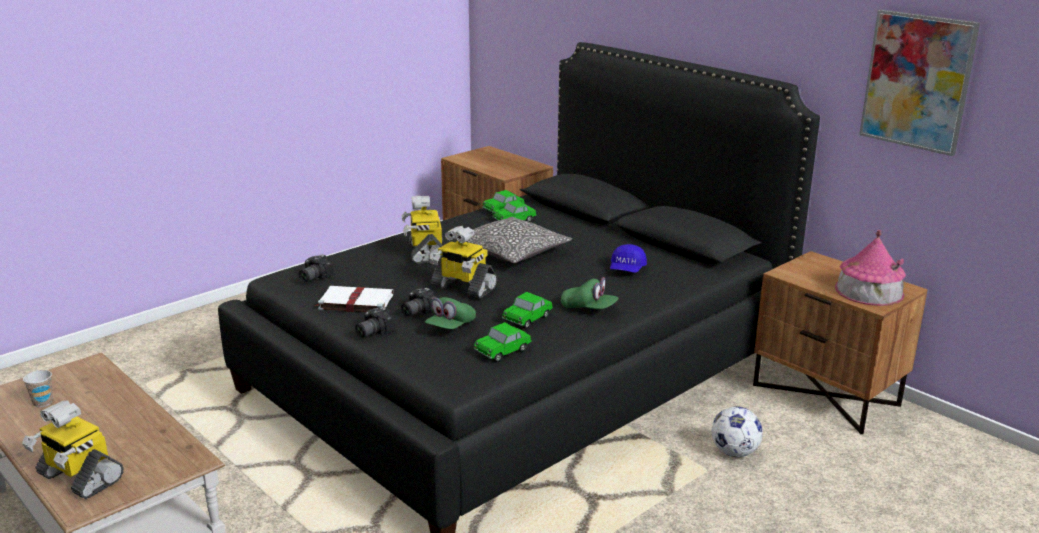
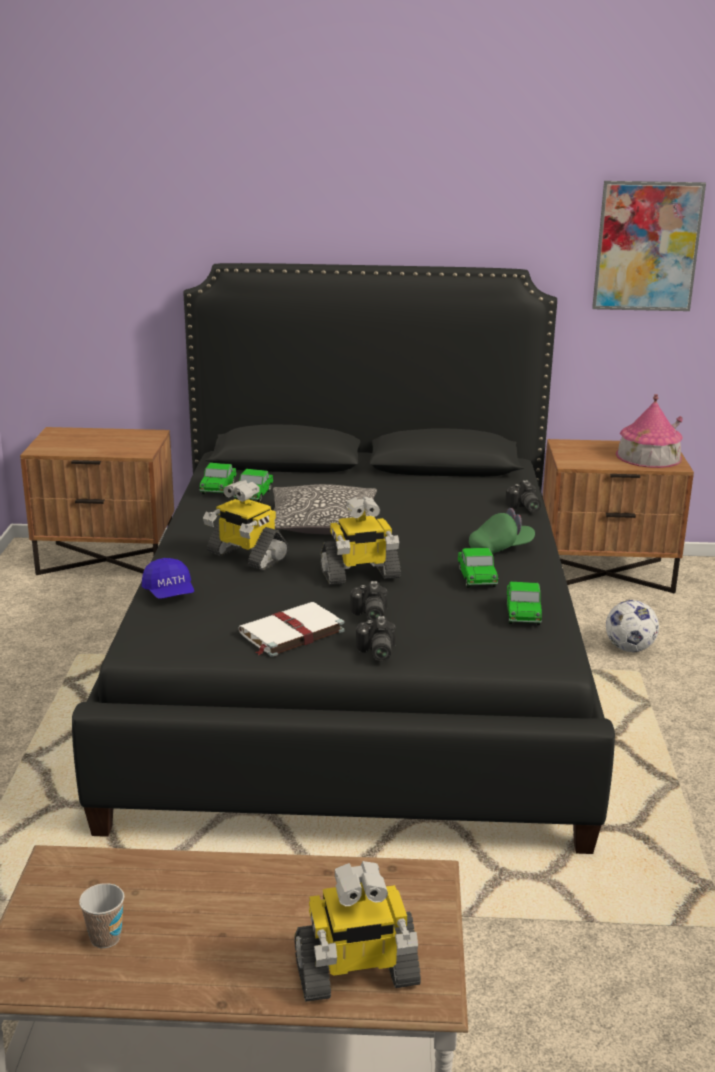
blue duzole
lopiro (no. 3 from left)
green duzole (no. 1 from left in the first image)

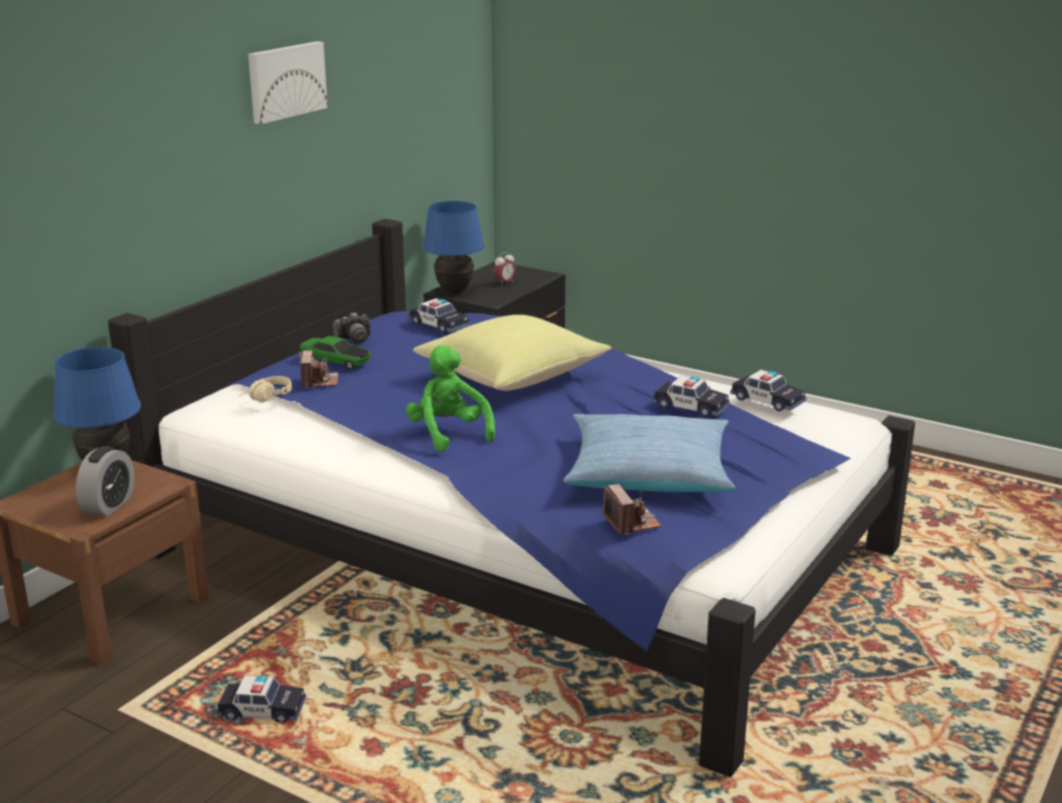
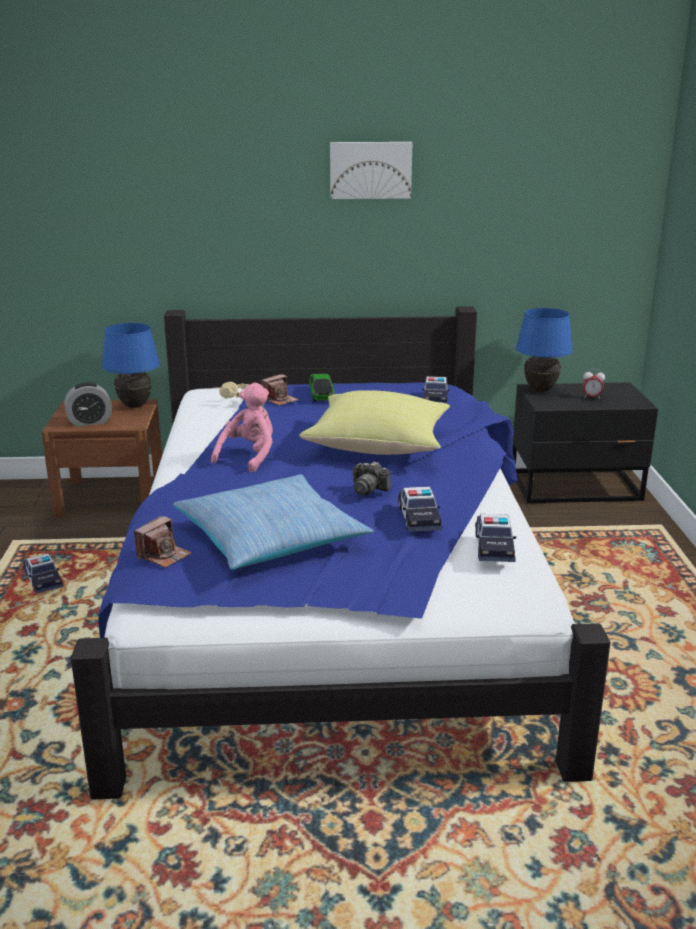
lopiro (no. 3 from left)
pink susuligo

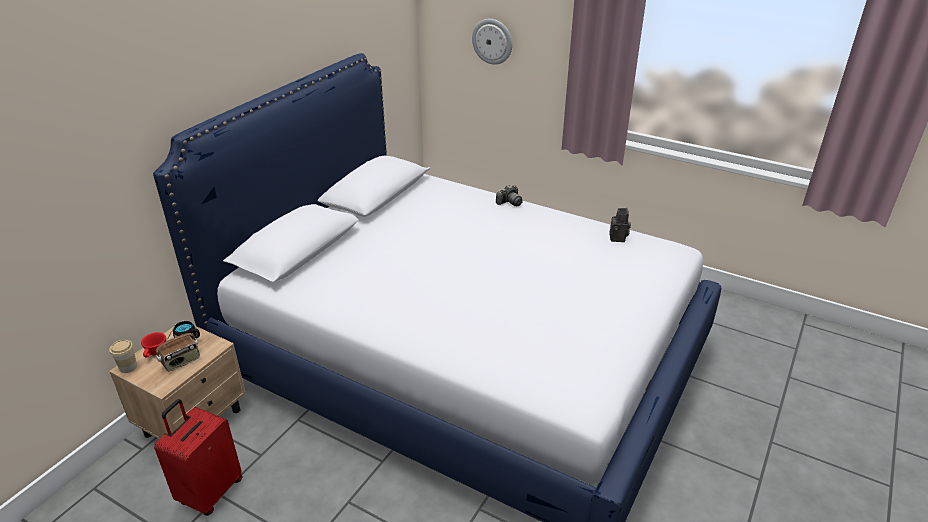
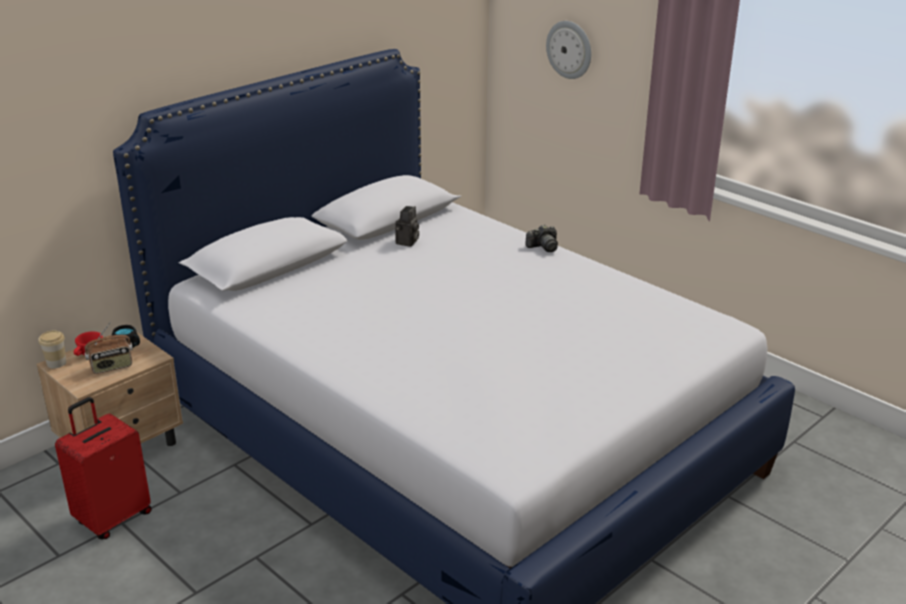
lopiro (no. 1 from left)

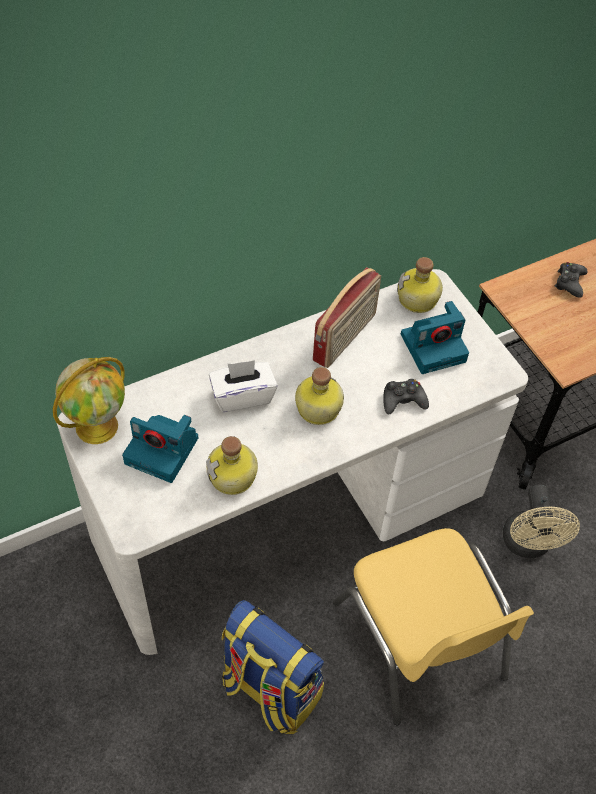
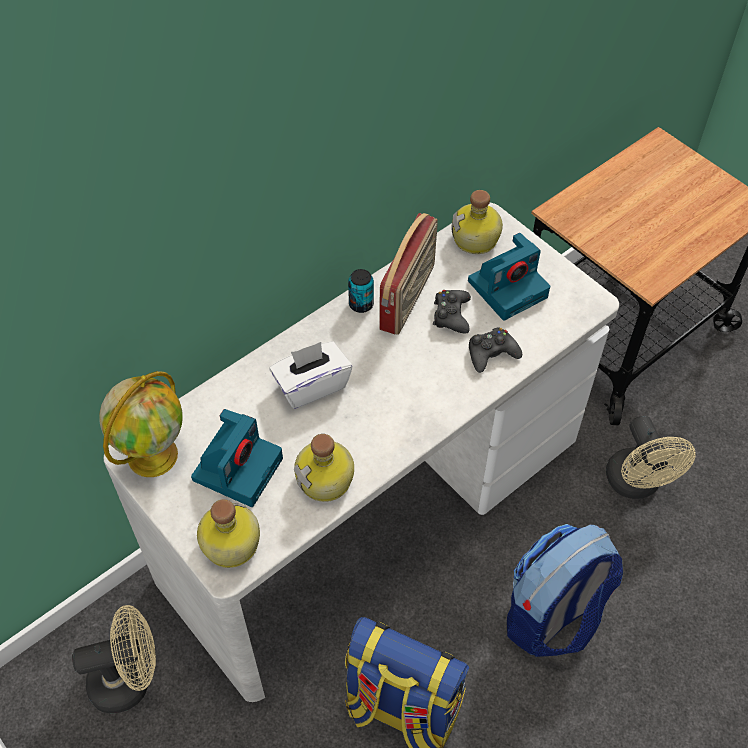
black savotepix (no. 1 from left)
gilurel (no. 1 from left)
lopiro (no. 1 from left)
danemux (no. 2 from left)
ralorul
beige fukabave (no. 1 from left)

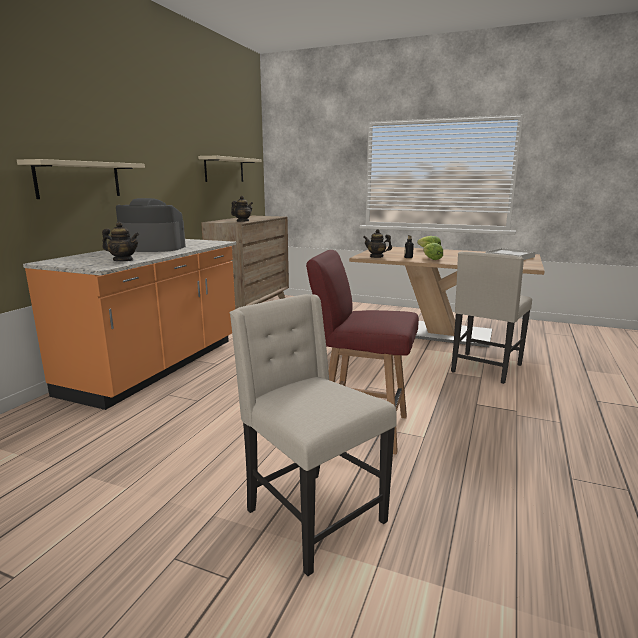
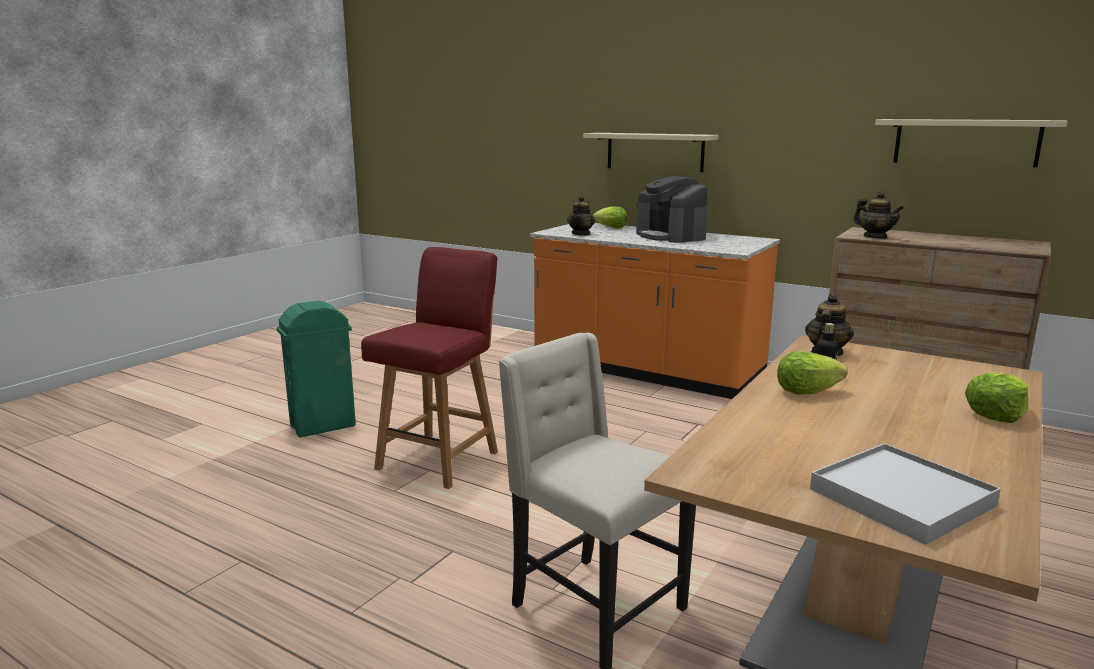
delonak
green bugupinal
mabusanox (no. 1 from left)

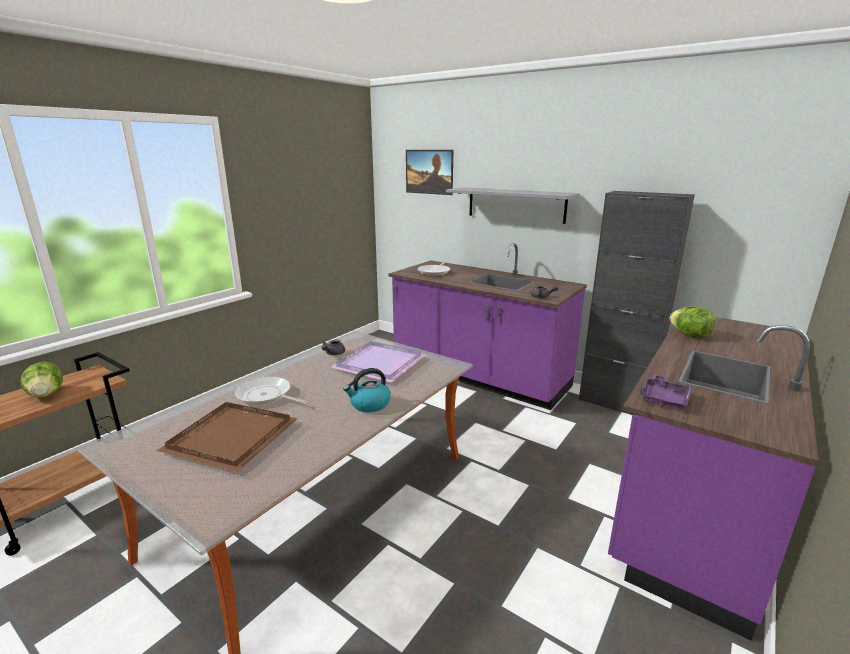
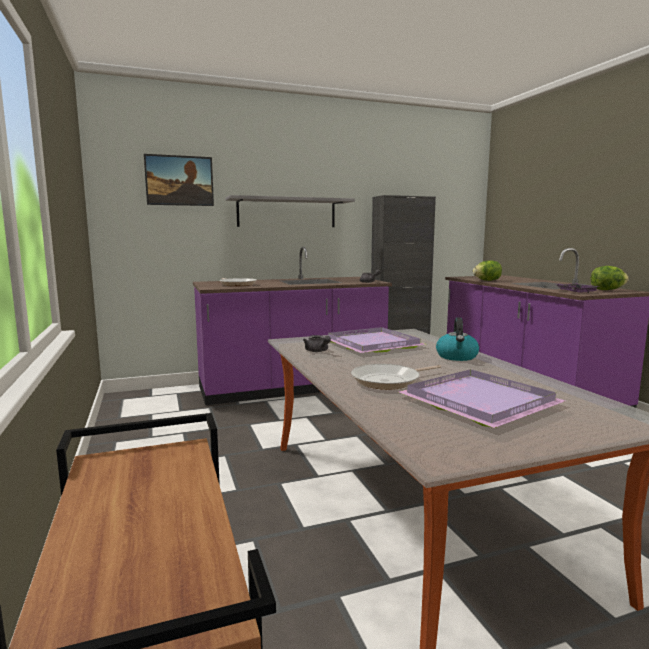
mabusanox (no. 2 from left)
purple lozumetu (no. 2 from left)

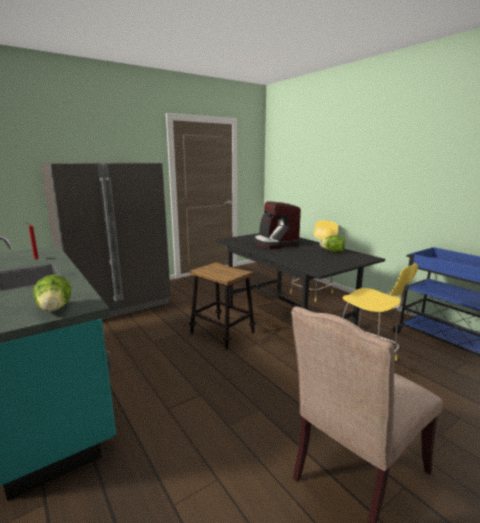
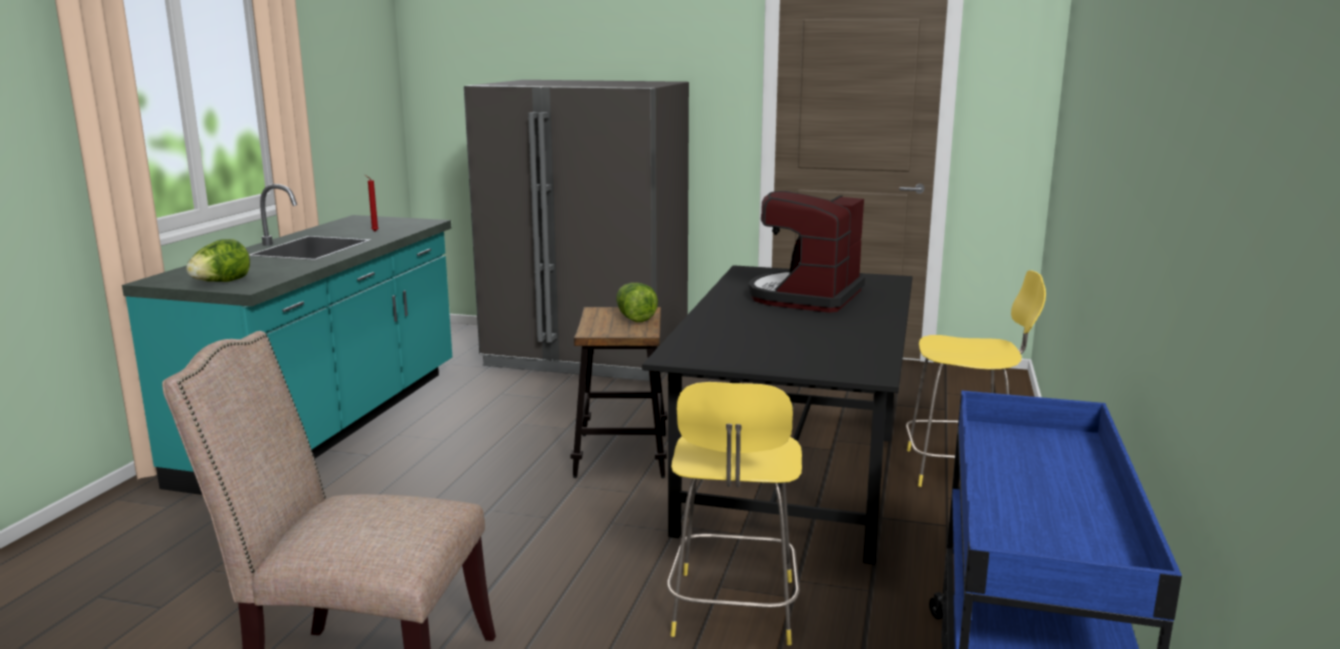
mabusanox (no. 2 from left)

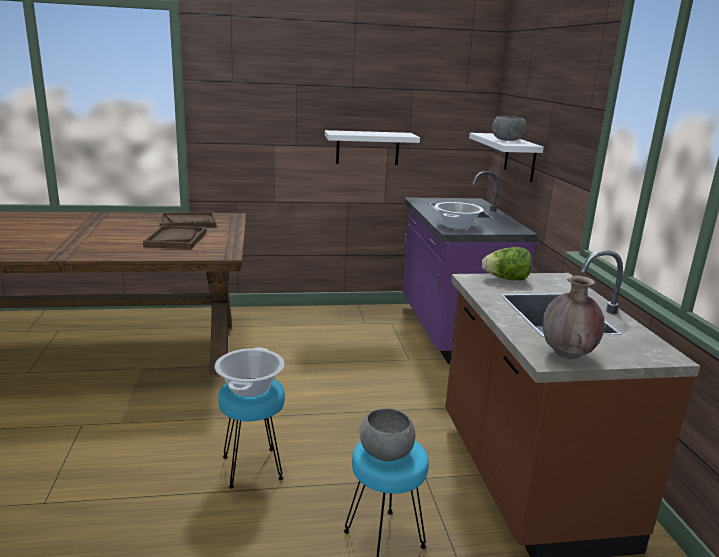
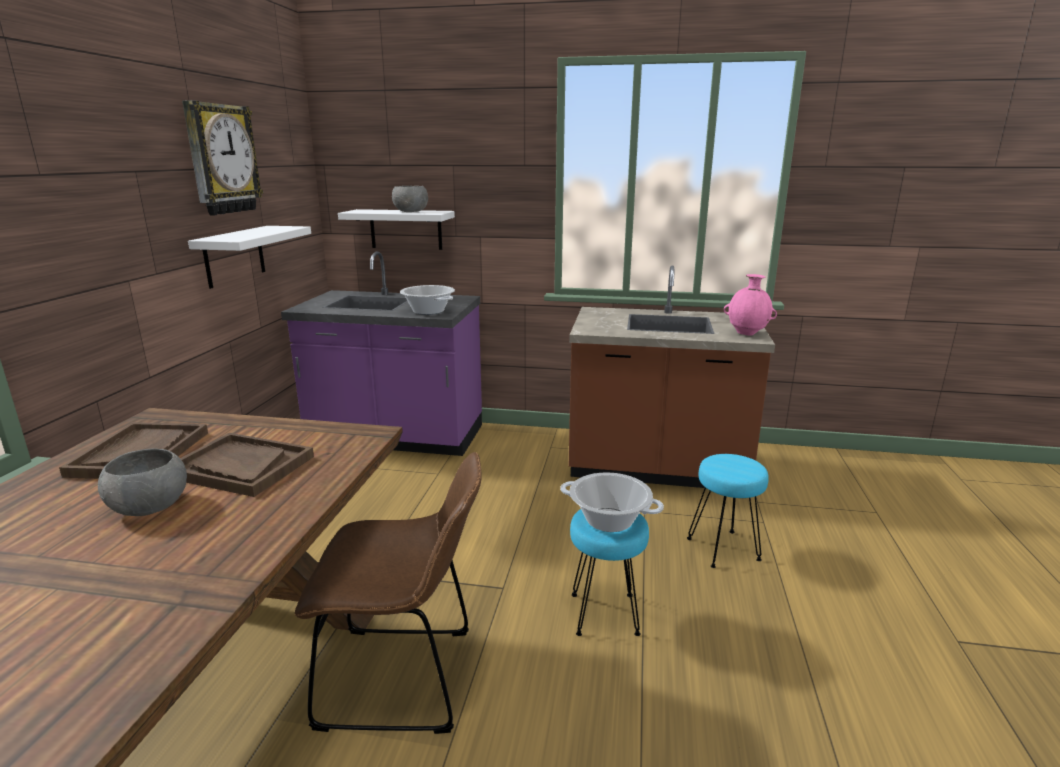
mabusanox
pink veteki
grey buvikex (no. 1 from left)
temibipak
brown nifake

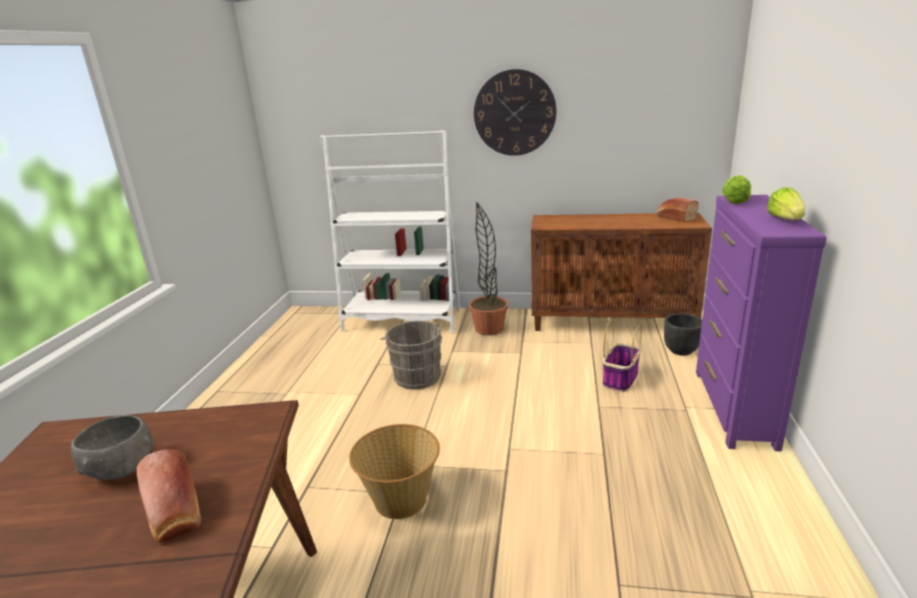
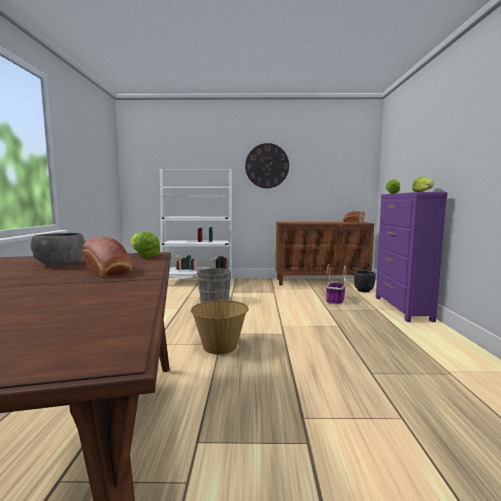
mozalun
mabusanox (no. 1 from left)

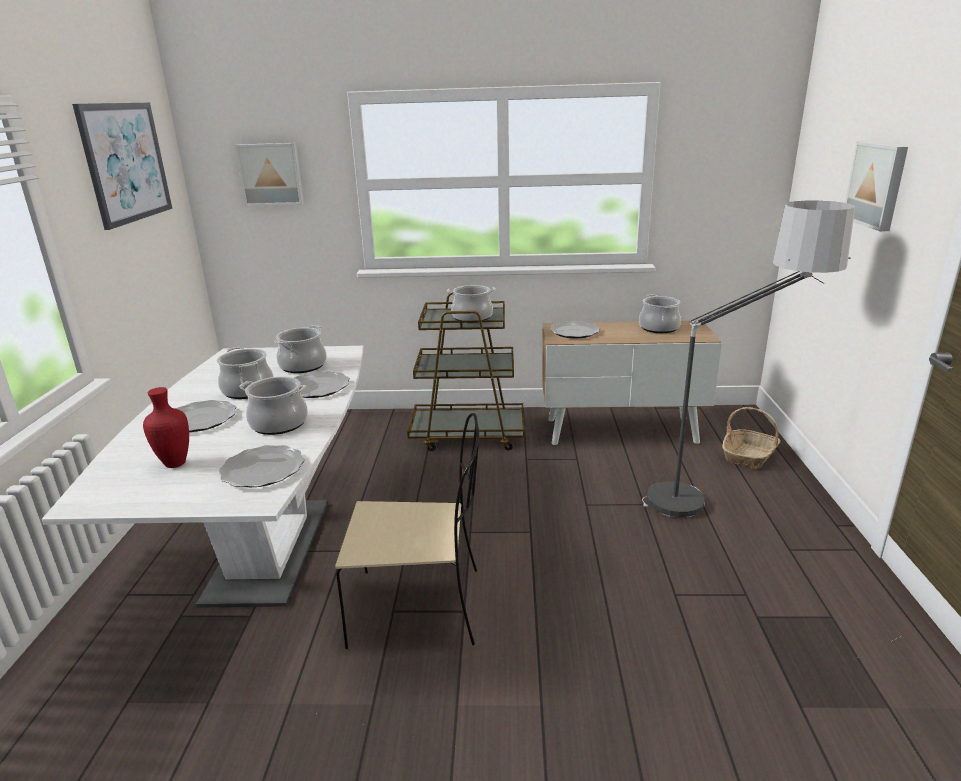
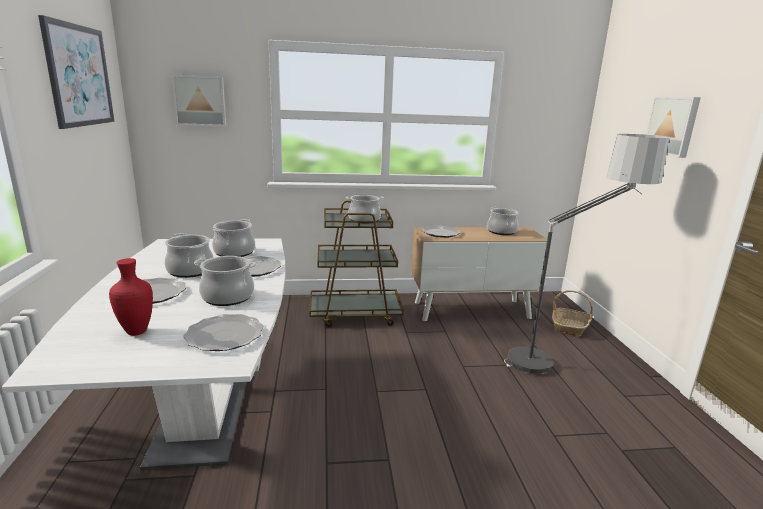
beige nifake

